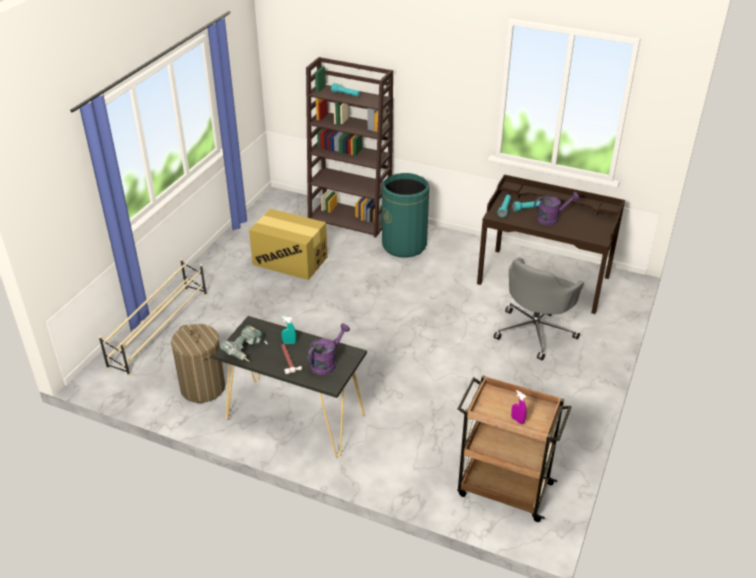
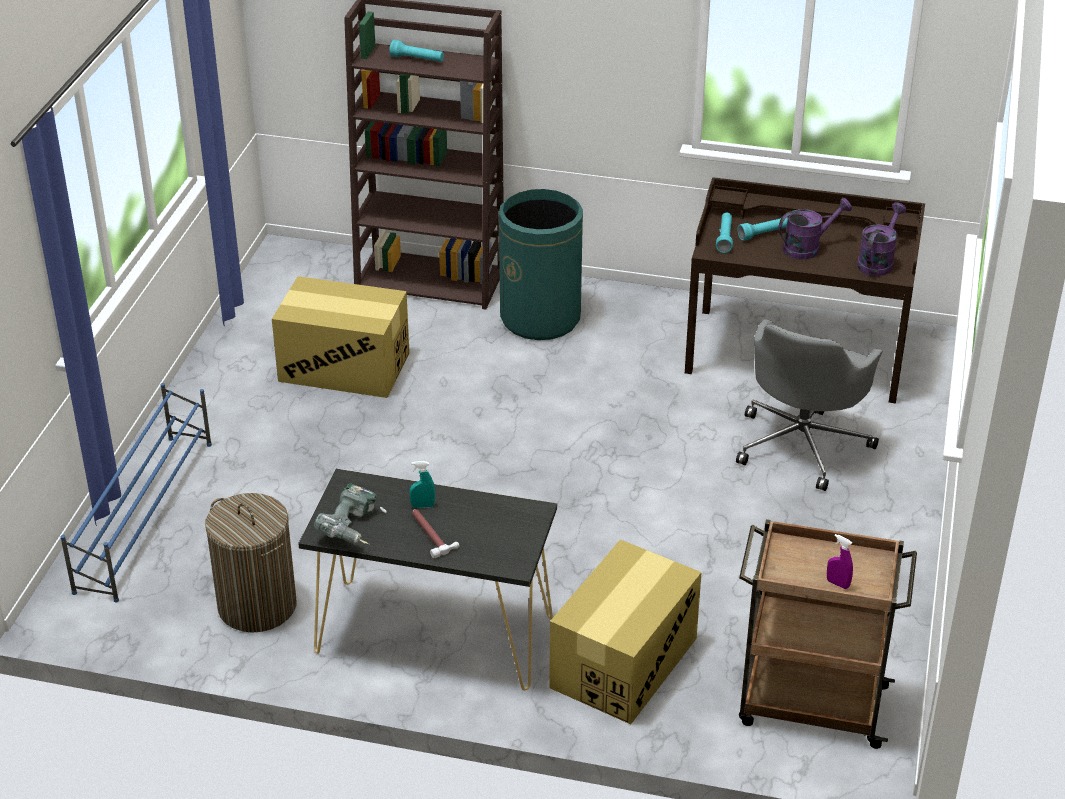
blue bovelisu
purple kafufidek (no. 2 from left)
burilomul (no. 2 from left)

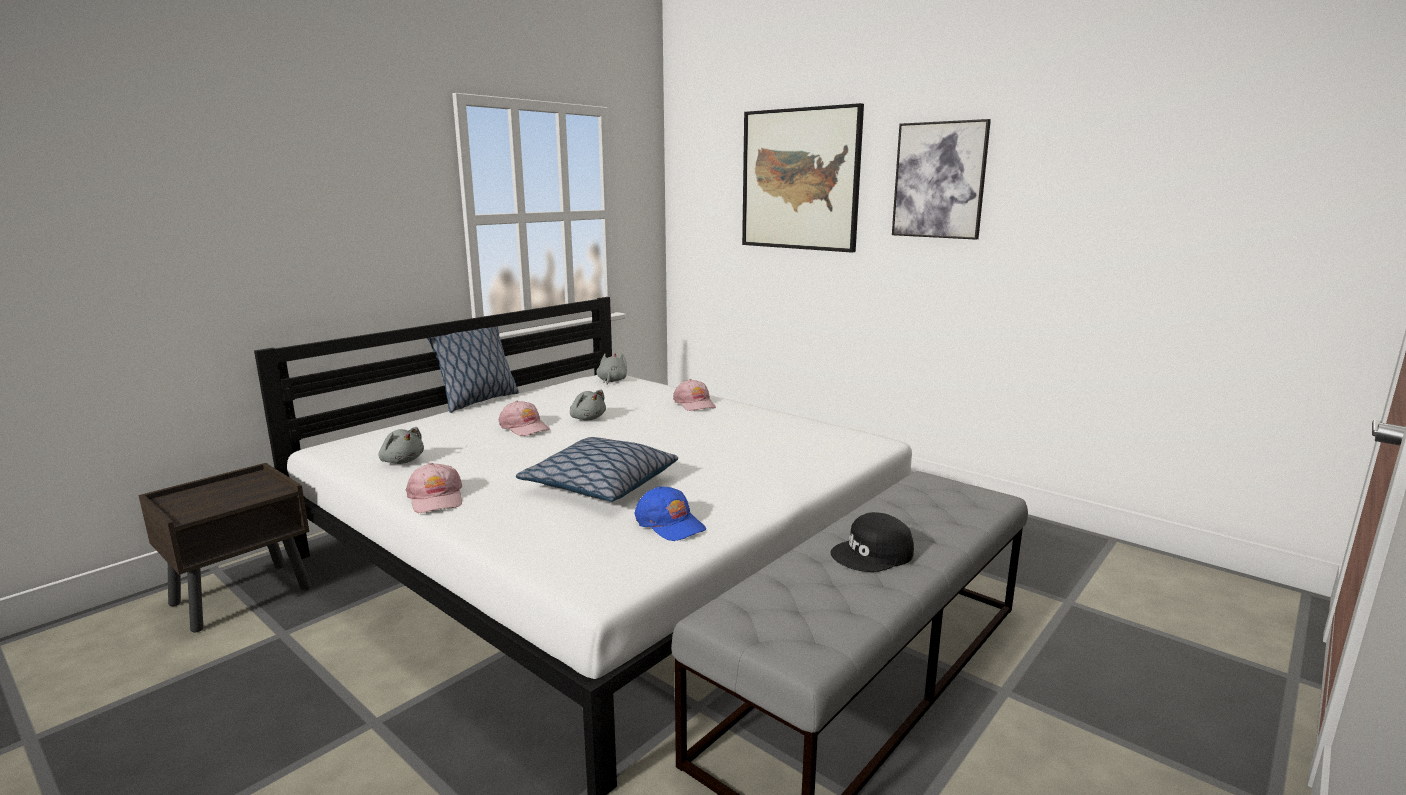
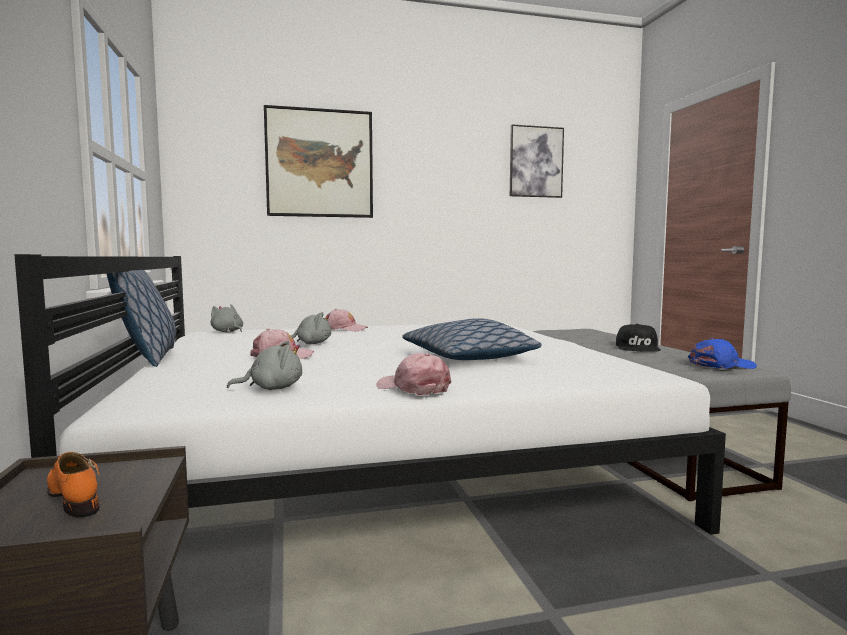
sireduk (no. 2 from left)
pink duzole (no. 3 from left)
blue duzole
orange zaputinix

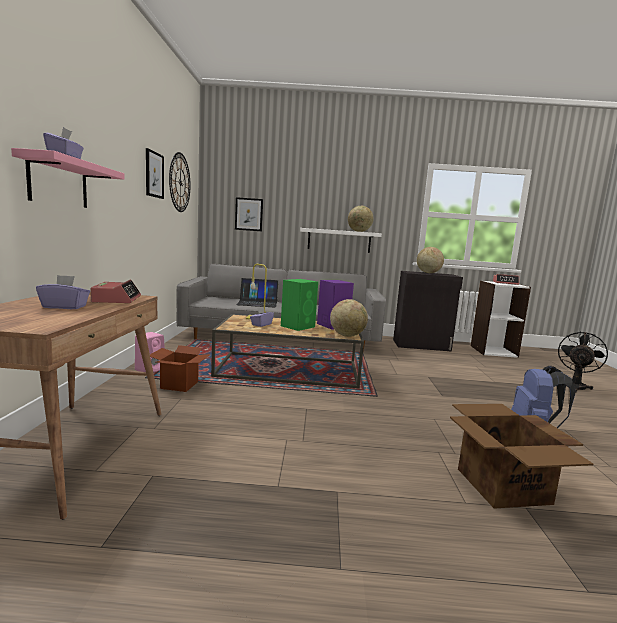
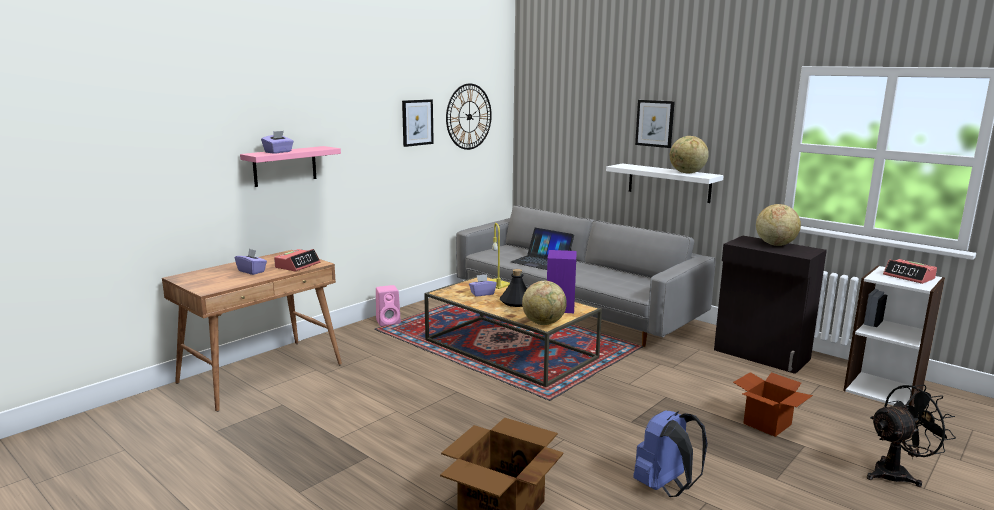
sireduk (no. 2 from left)
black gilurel
burilomul (no. 2 from left)

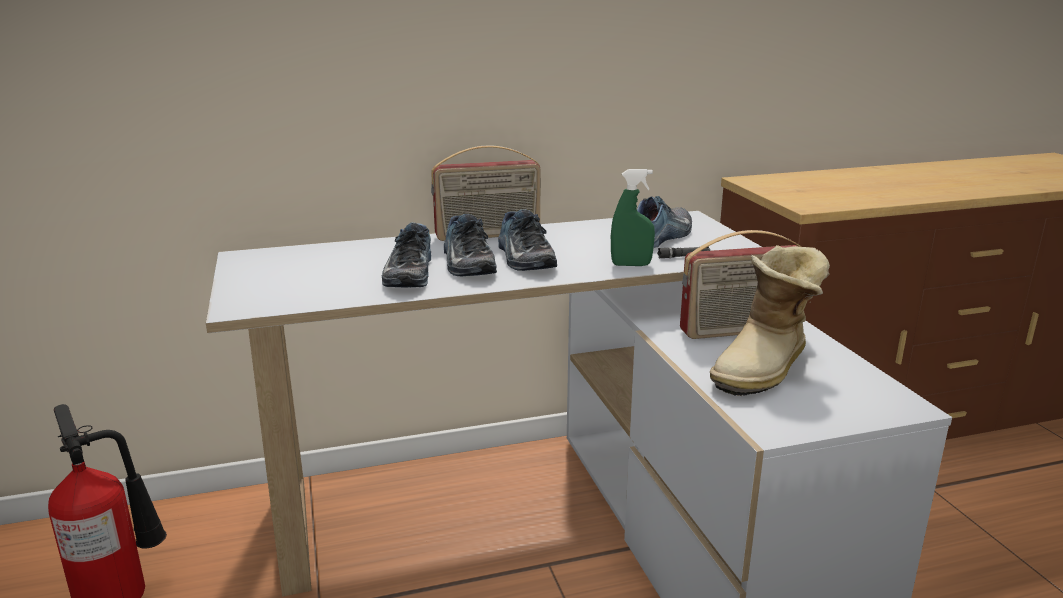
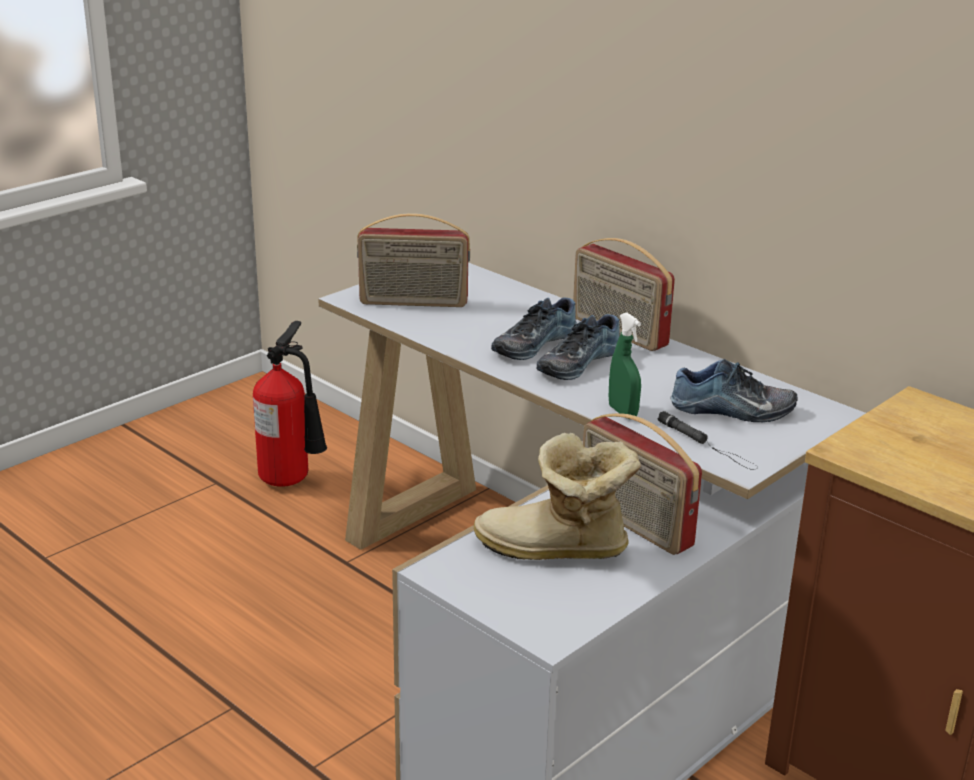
zaputinix (no. 1 from left in the first image)
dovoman (no. 1 from left)

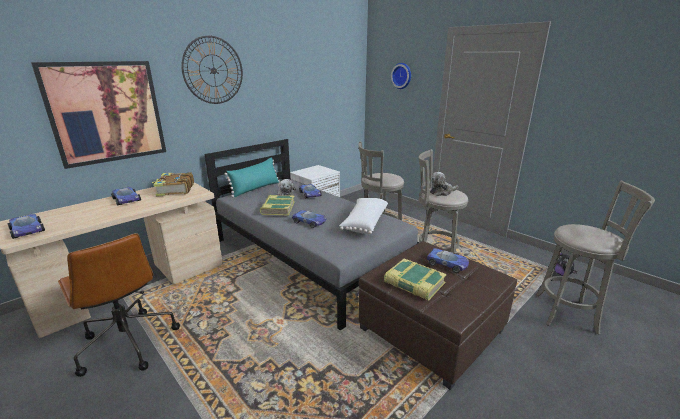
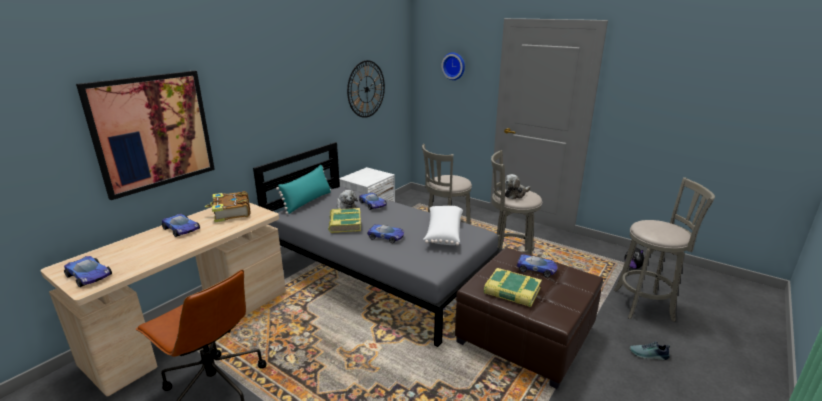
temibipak (no. 1 from left)
zaputinix

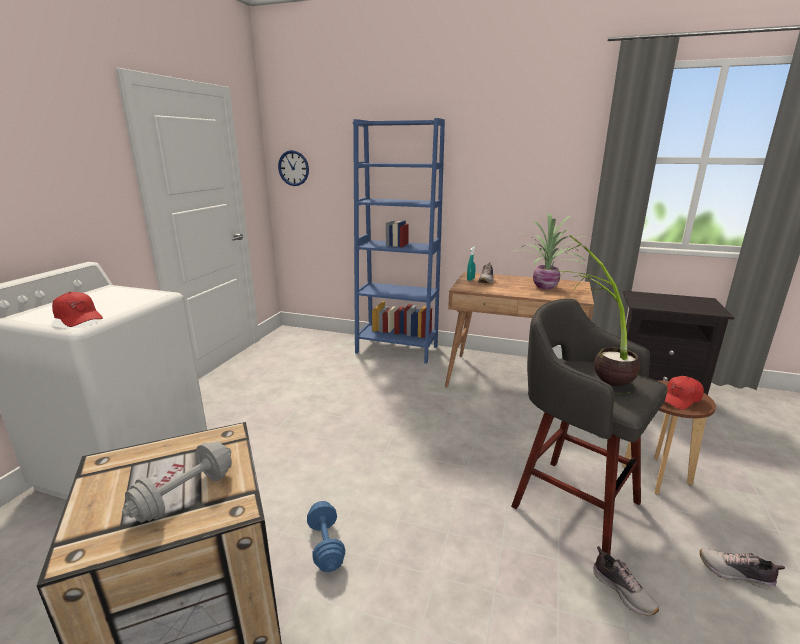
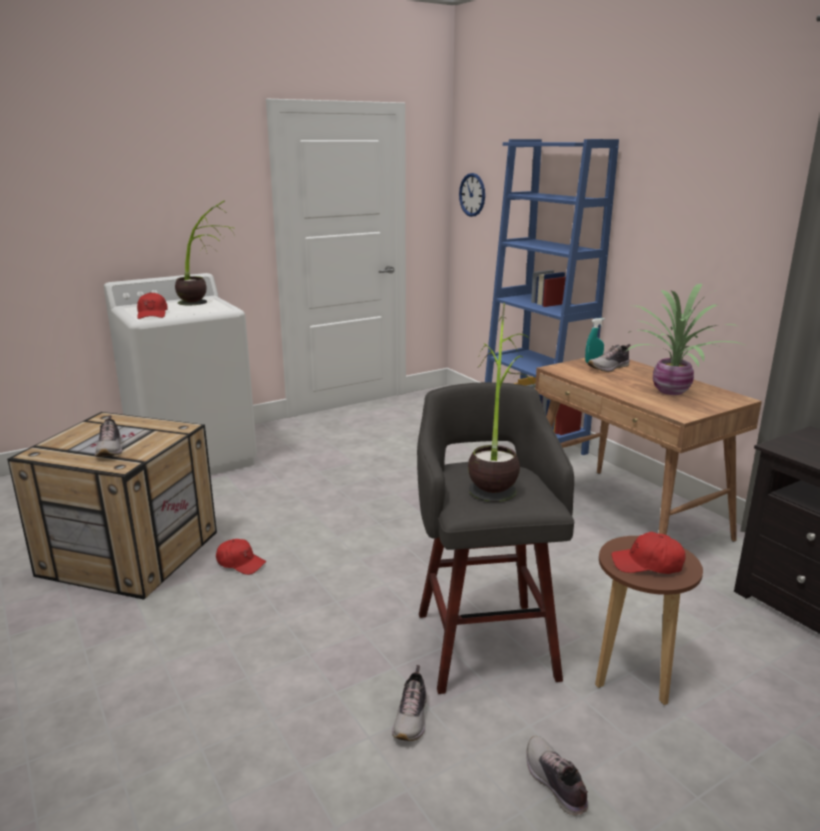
zaputinix (no. 1 from left)
red duzole (no. 2 from left)
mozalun (no. 1 from left)

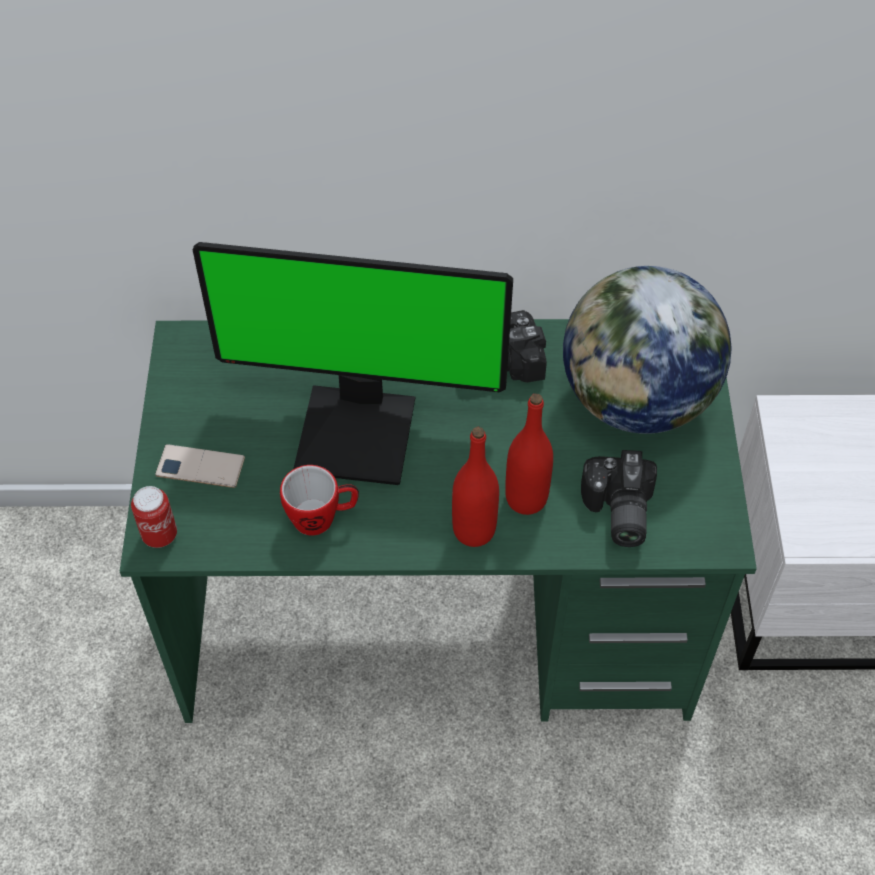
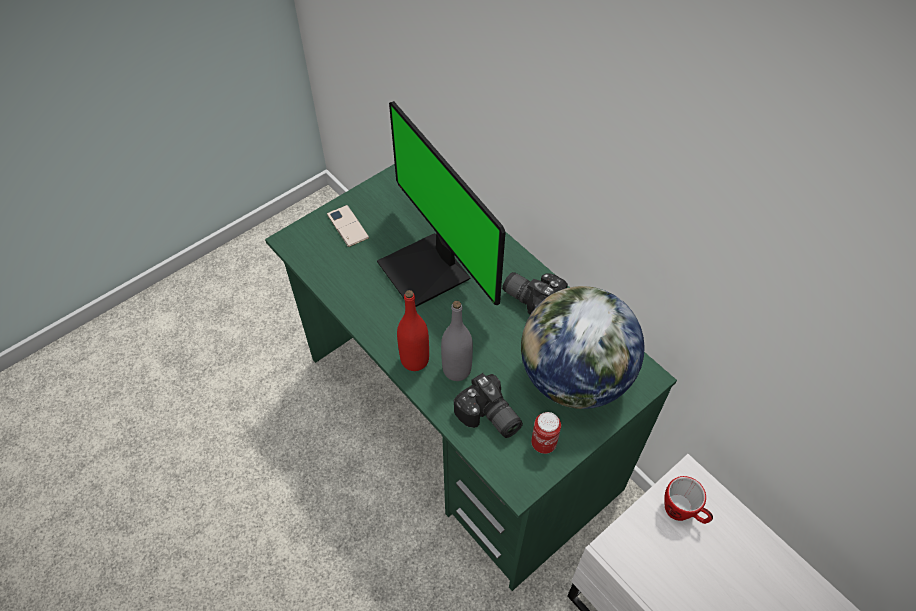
grey gilurel
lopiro (no. 1 from left)
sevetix
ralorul

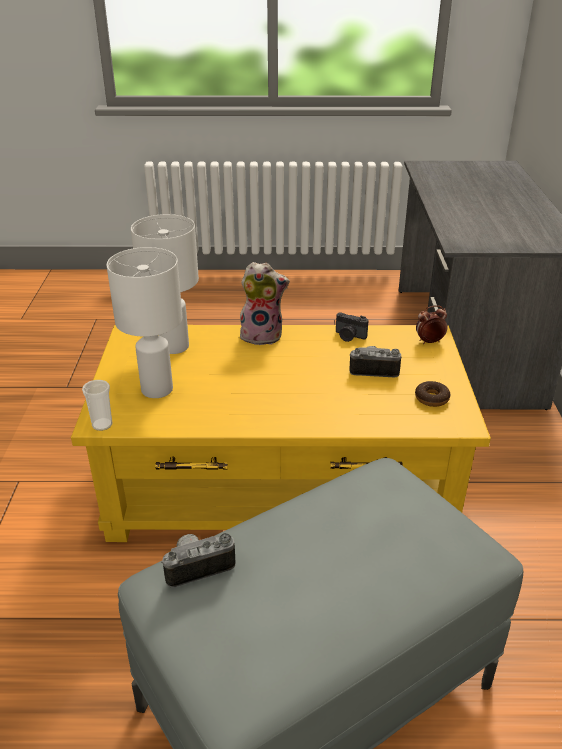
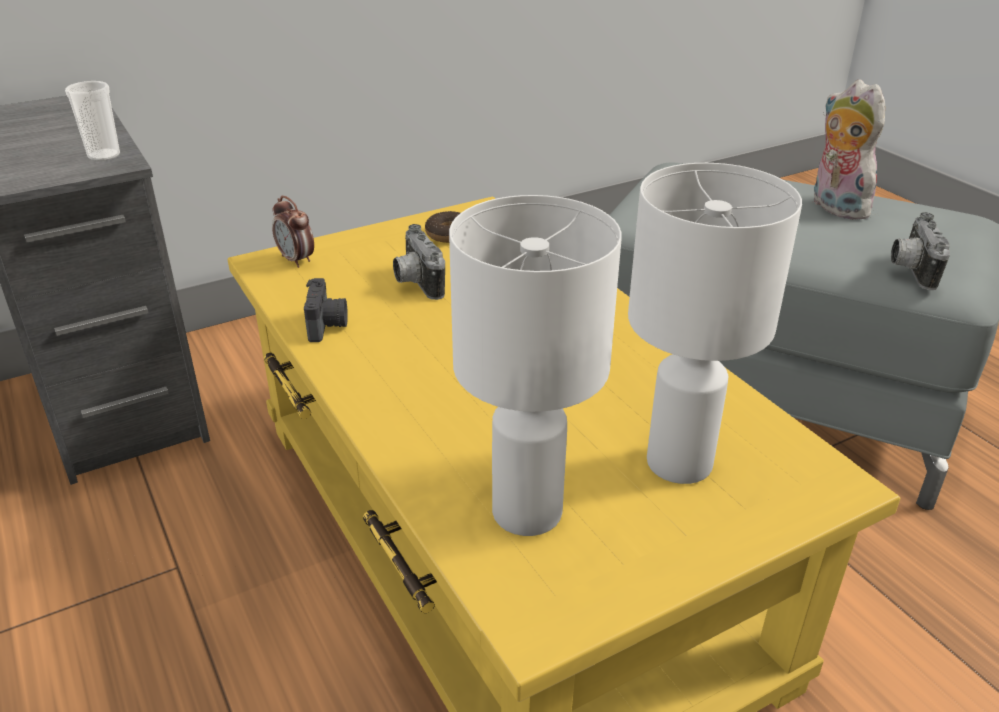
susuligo
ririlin
lopiro (no. 3 from left)

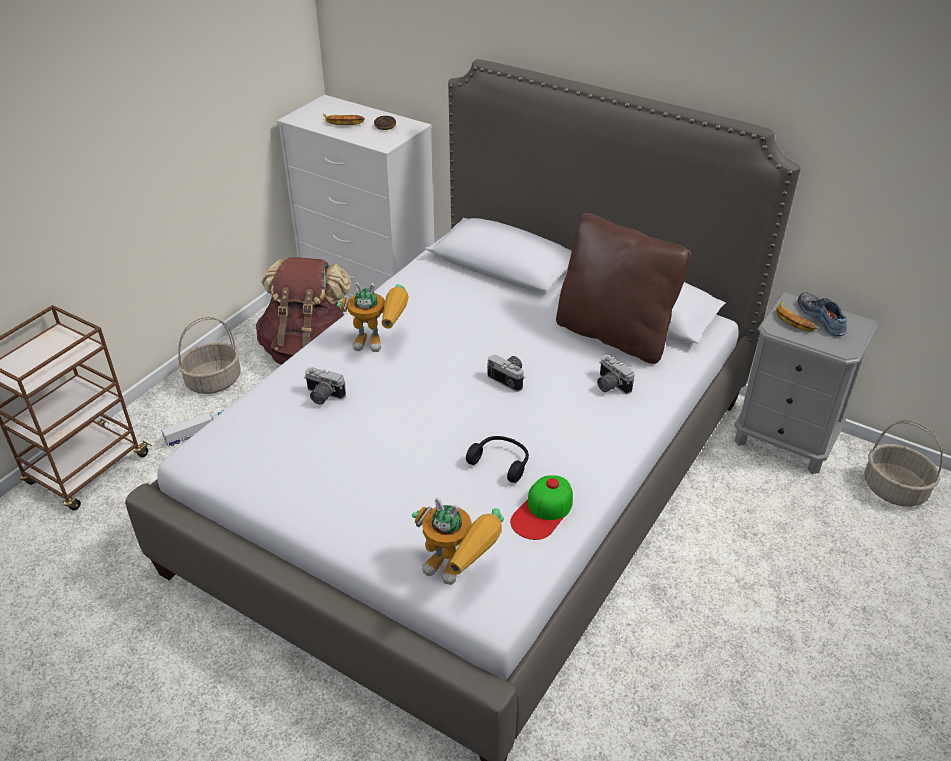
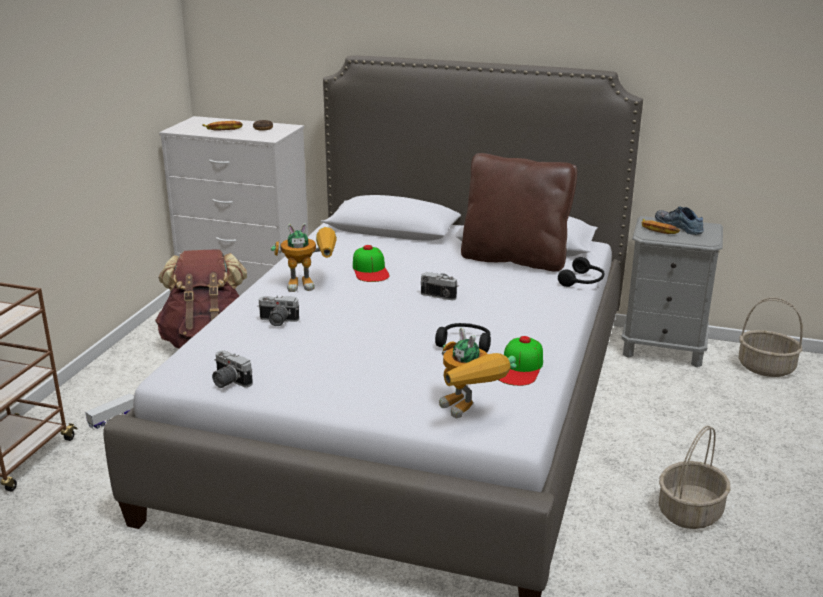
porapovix (no. 1 from left)
lopiro (no. 1 from left)
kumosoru (no. 2 from left)
duzole (no. 1 from left)
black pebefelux (no. 2 from left)

